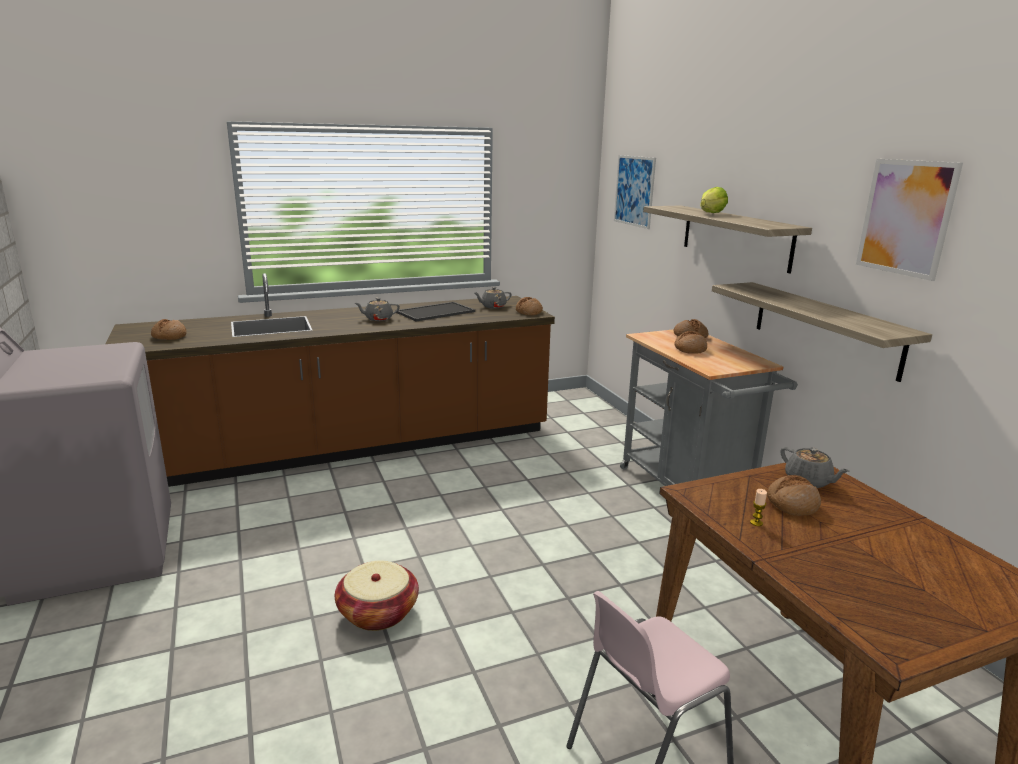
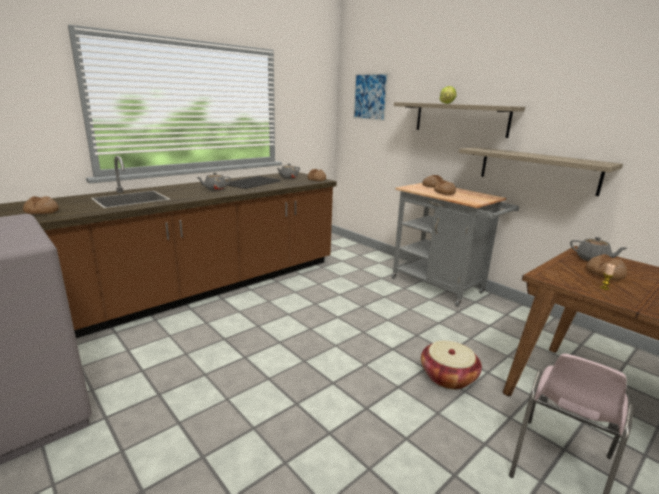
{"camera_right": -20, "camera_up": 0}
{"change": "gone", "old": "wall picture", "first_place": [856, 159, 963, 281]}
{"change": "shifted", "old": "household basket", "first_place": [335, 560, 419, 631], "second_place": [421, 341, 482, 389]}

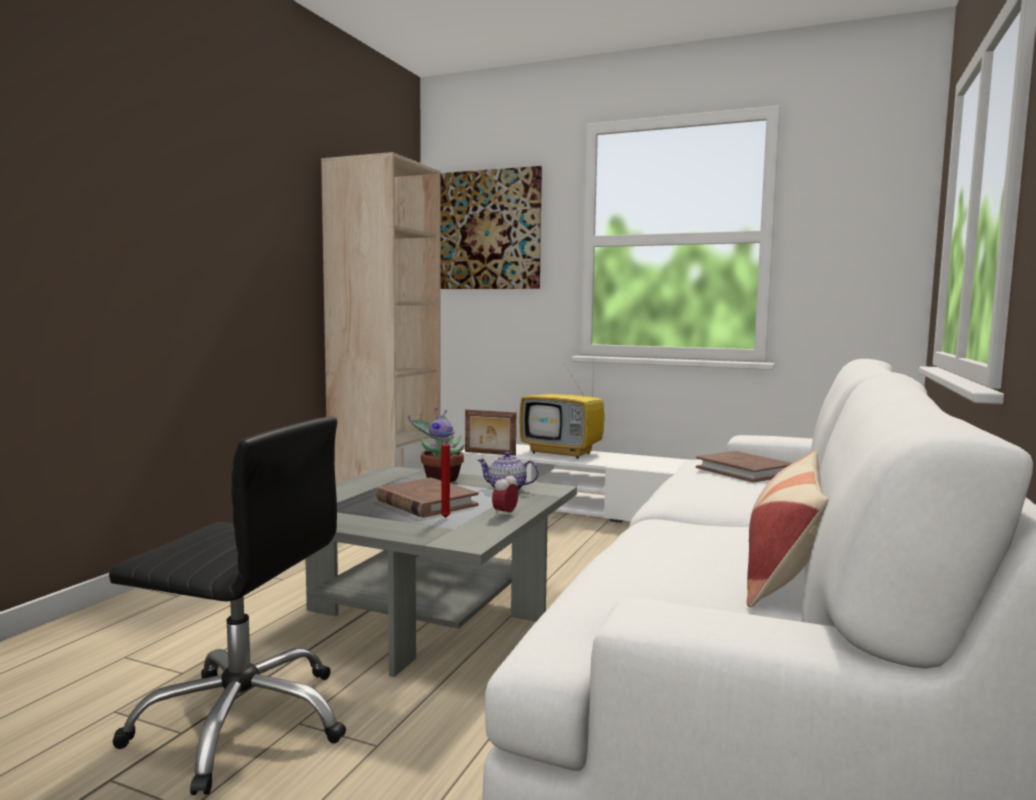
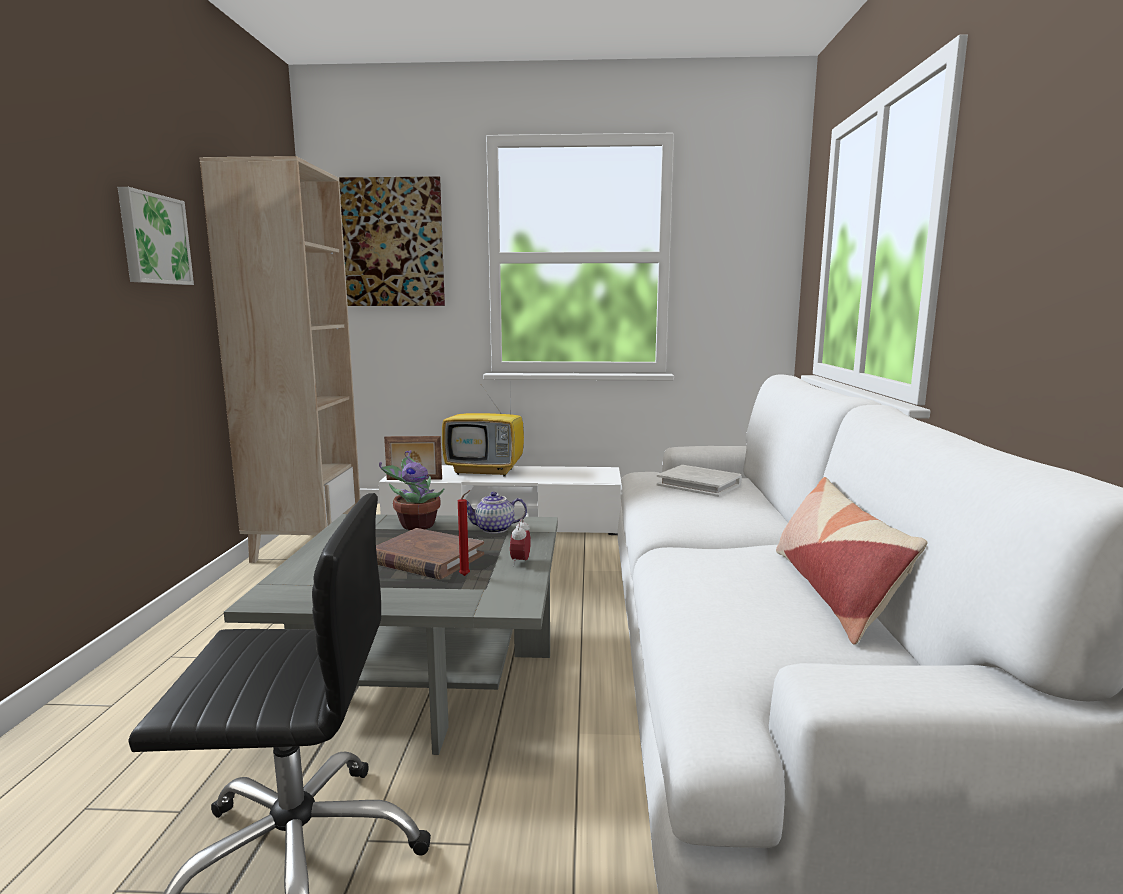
{"camera_right": -20, "camera_up": 5}
{"change": "new", "new": "wall picture", "second_place": [118, 187, 194, 285]}
{"change": "repainted", "old": "volume (brownish)", "new": "volume (white)", "first_place": [696, 451, 792, 483], "second_place": [656, 465, 742, 497]}

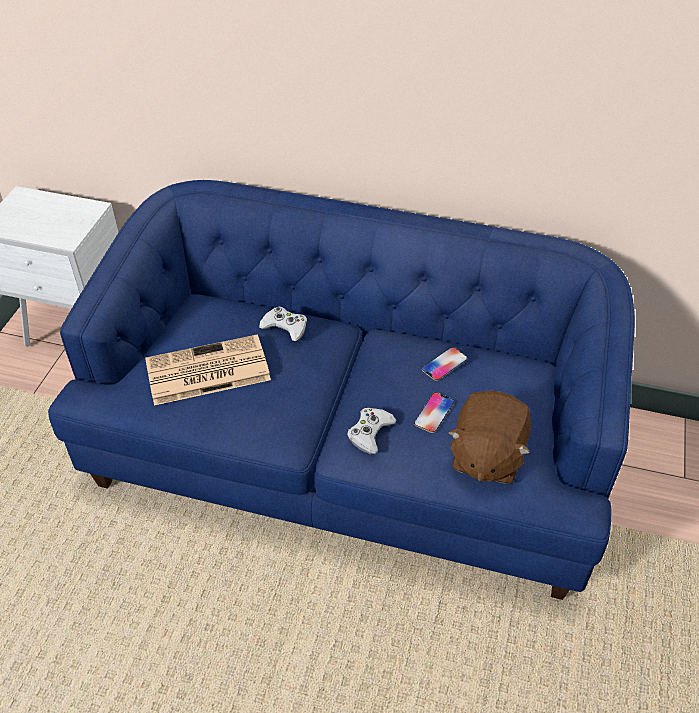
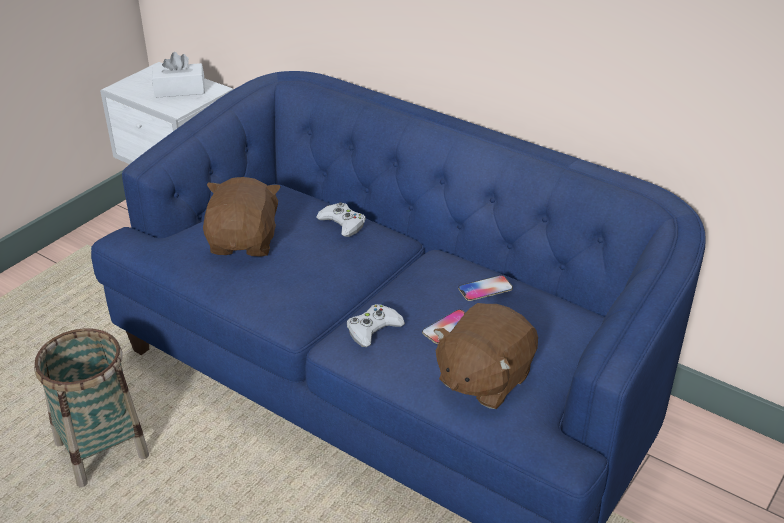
{"camera_right": 20, "camera_up": -10}
{"change": "new", "new": "household basket", "second_place": [34, 328, 149, 487]}
{"change": "new", "new": "box of tissues (white)", "second_place": [152, 52, 205, 98]}
{"change": "swapped", "old": "printed paper", "new": "cuddly toy (brownish)", "first_place": [145, 334, 271, 406], "second_place": [203, 177, 281, 257]}

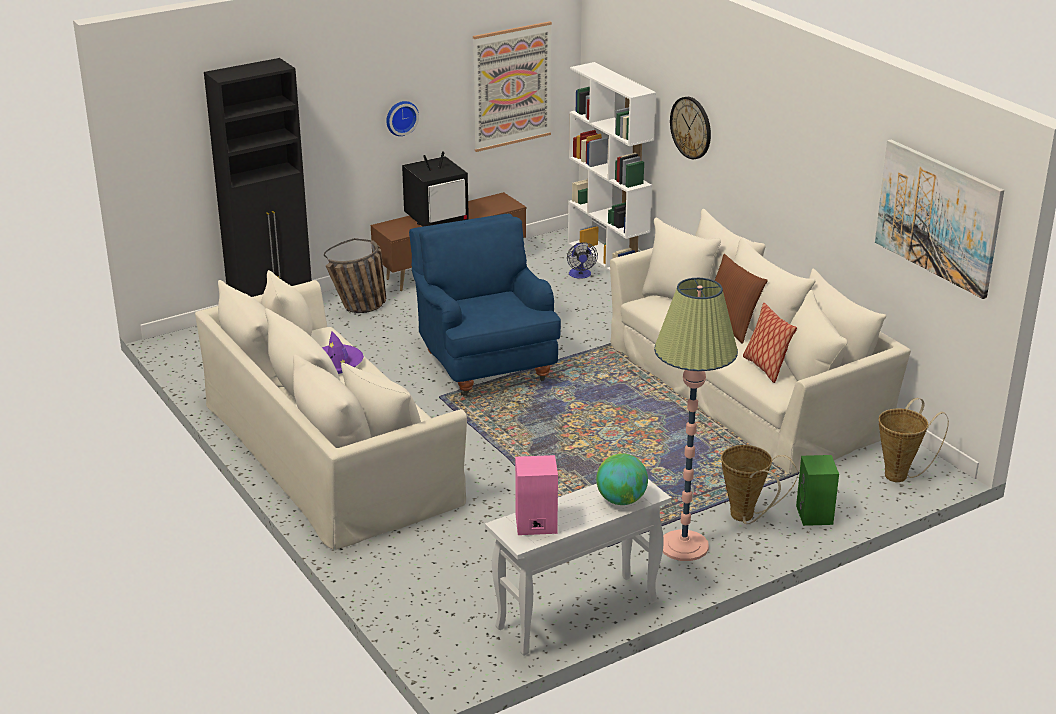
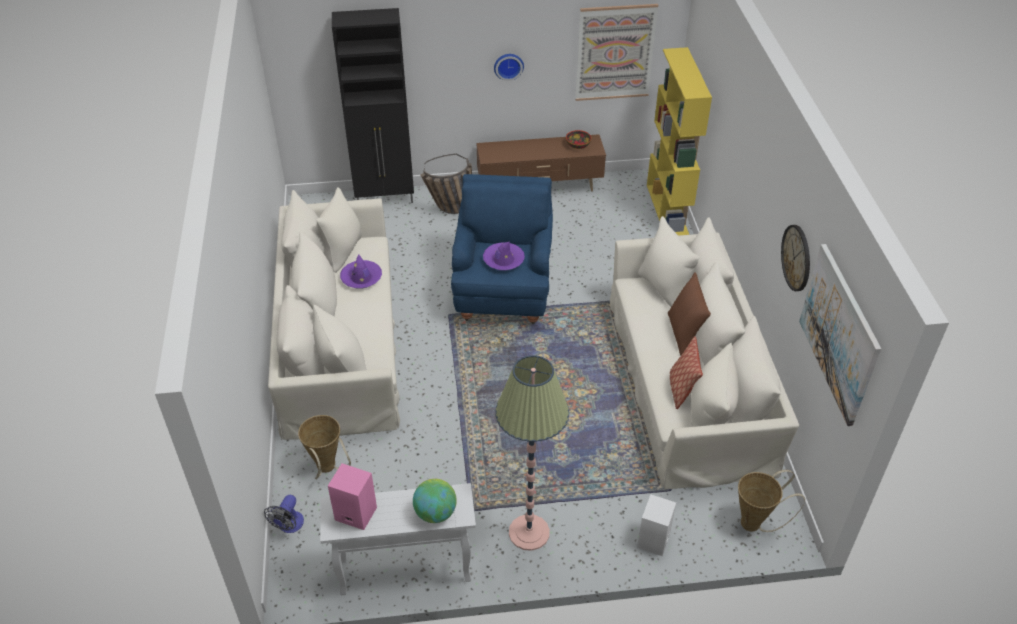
{"camera_right": 25, "camera_up": 15}
{"change": "gone", "old": "TV", "first_place": [402, 151, 469, 227]}
{"change": "new", "new": "wearable hat (purplish)", "second_place": [483, 242, 525, 271]}
{"change": "new", "new": "deep dish", "second_place": [566, 130, 591, 149]}
{"change": "shifted", "old": "electric fan", "first_place": [567, 242, 598, 279], "second_place": [264, 495, 304, 533]}
{"change": "shifted", "old": "hanging clock", "first_place": [670, 97, 711, 159], "second_place": [781, 225, 810, 291]}
{"change": "shifted", "old": "household basket", "first_place": [721, 445, 798, 524], "second_place": [298, 415, 351, 479]}
{"change": "repainted", "old": "bookcase (white)", "new": "bookcase (yellow)", "first_place": [568, 62, 656, 272], "second_place": [647, 47, 712, 236]}
{"change": "repainted", "old": "audio speaker (green)", "new": "audio speaker (white)", "first_place": [796, 455, 839, 526], "second_place": [637, 494, 676, 556]}

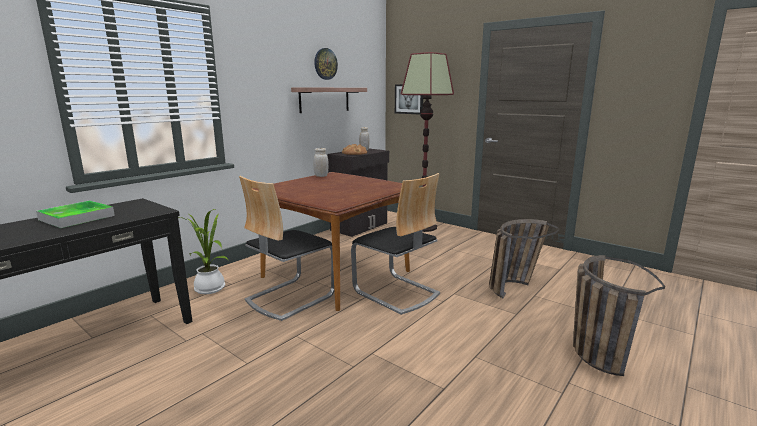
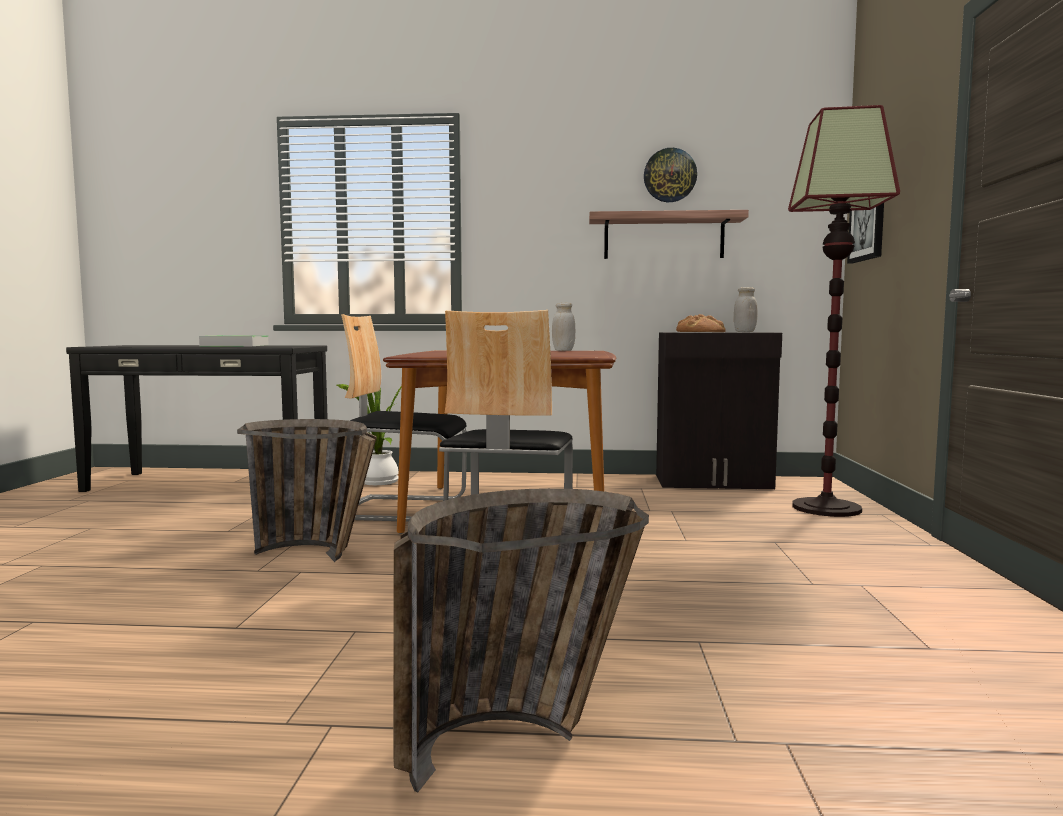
{"camera_right": 55, "camera_up": -10}
{"change": "shifted", "old": "household basket", "first_place": [489, 219, 558, 298], "second_place": [237, 419, 377, 562]}

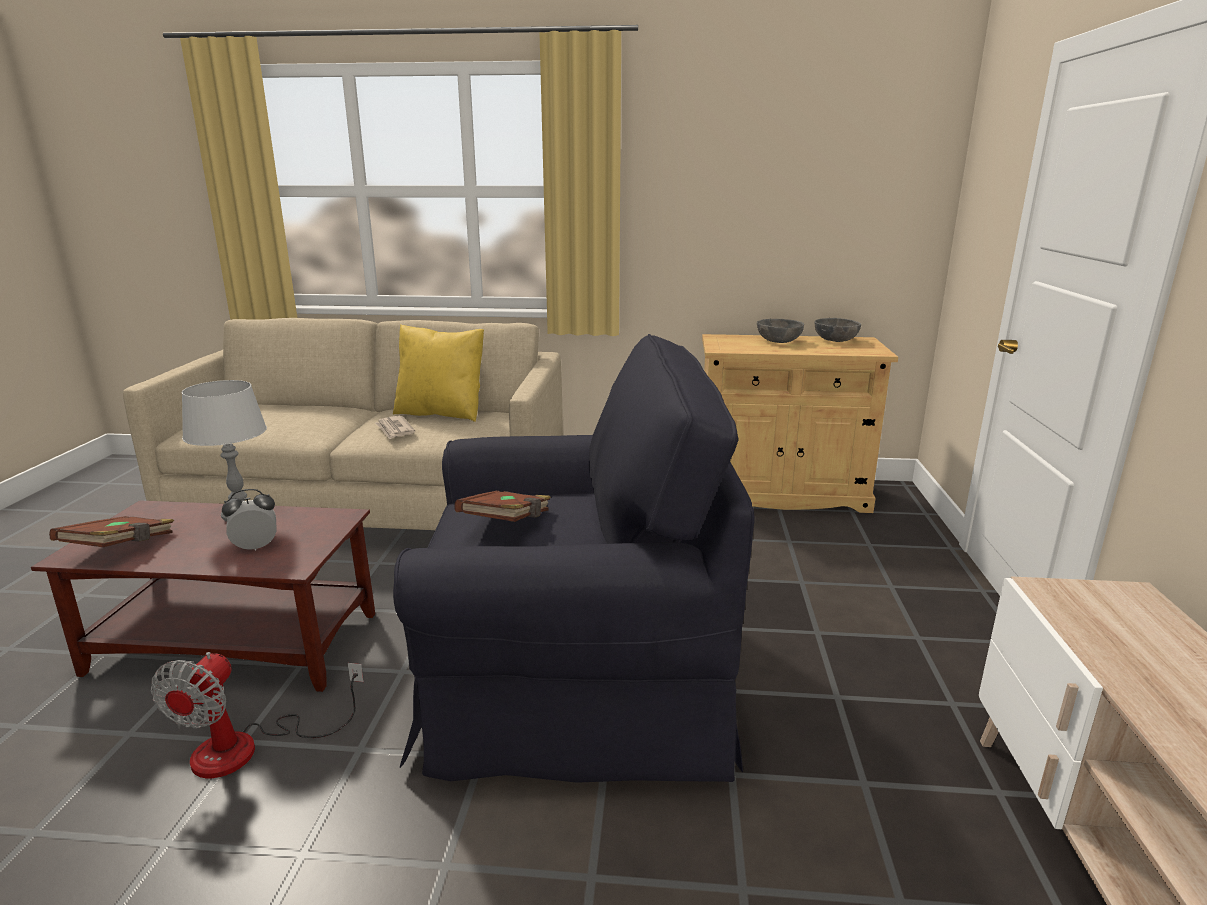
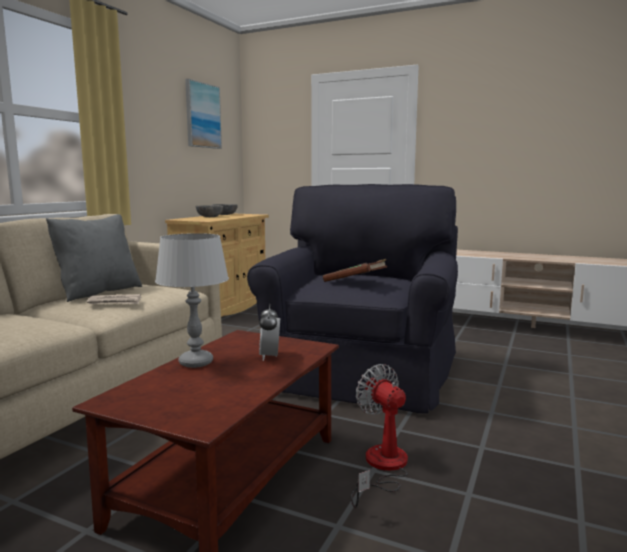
{"camera_right": -70, "camera_up": -10}
{"change": "gone", "old": "volume (brownish)", "first_place": [49, 516, 174, 547]}
{"change": "new", "new": "wall picture", "second_place": [185, 79, 222, 149]}
{"change": "repainted", "old": "cushion (yellow)", "new": "cushion (greyish)", "first_place": [393, 324, 484, 422], "second_place": [46, 214, 142, 302]}
{"change": "rotated", "old": "electric fan", "first_place": [151, 652, 364, 778], "second_place": [351, 364, 408, 508], "degrees": -150}

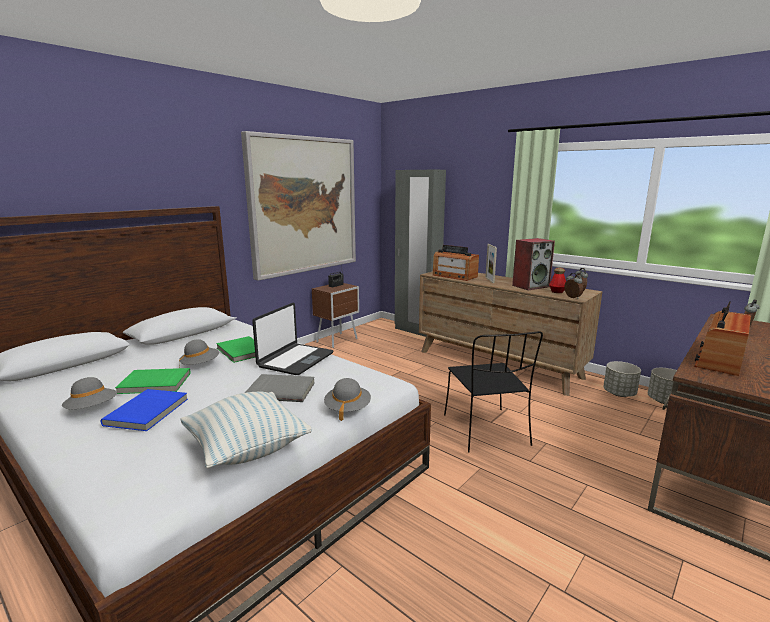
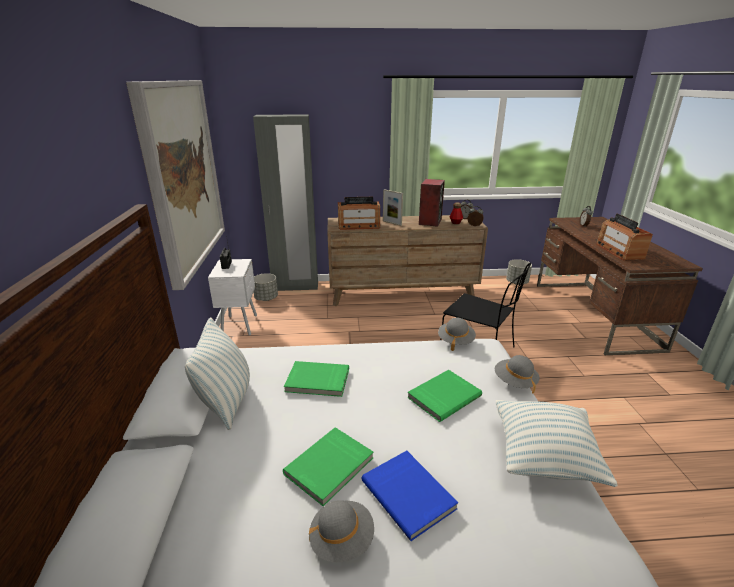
{"camera_right": -45, "camera_up": 10}
{"change": "gone", "old": "laptop", "first_place": [252, 303, 334, 375]}
{"change": "new", "new": "cushion", "second_place": [185, 317, 250, 430]}
{"change": "shifted", "old": "wearable hat (greyish)", "first_place": [179, 339, 219, 367], "second_place": [438, 318, 476, 351]}
{"change": "shifted", "old": "plant pot (greyish)", "first_place": [603, 361, 641, 397], "second_place": [253, 273, 278, 301]}
{"change": "repainted", "old": "volume (greyish)", "new": "volume (green)", "first_place": [245, 374, 315, 402], "second_place": [407, 370, 482, 422]}
{"change": "repainted", "old": "bedside table (brownish)", "new": "bedside table (white)", "first_place": [312, 283, 359, 348], "second_place": [208, 259, 257, 336]}

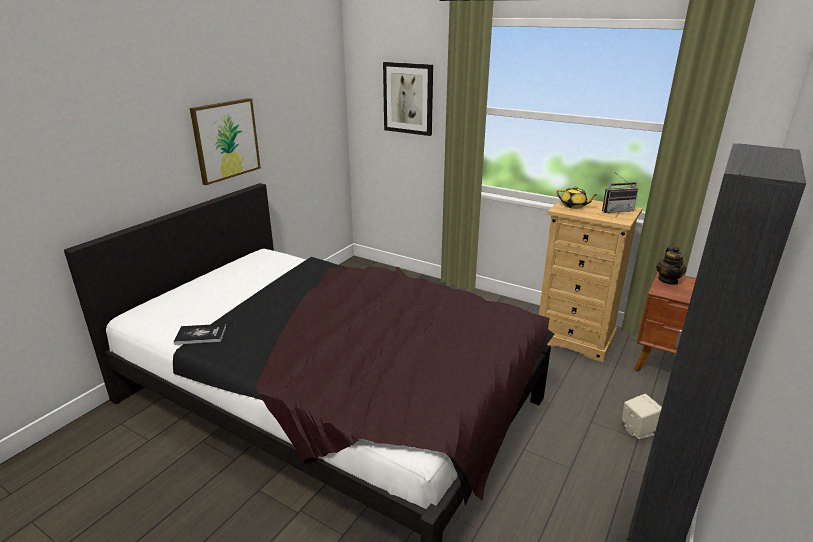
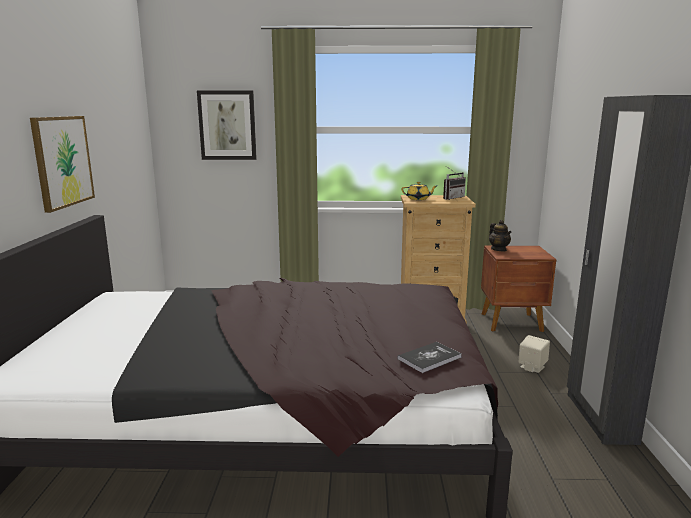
{"camera_right": -30, "camera_up": -10}
{"change": "shifted", "old": "volume", "first_place": [173, 324, 226, 345], "second_place": [397, 342, 462, 373]}

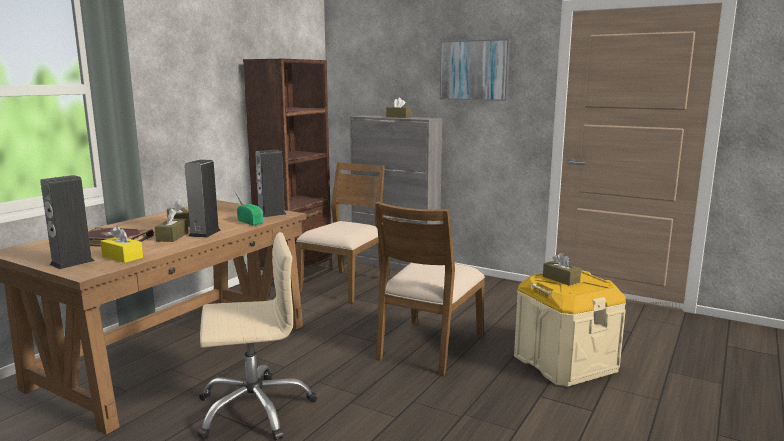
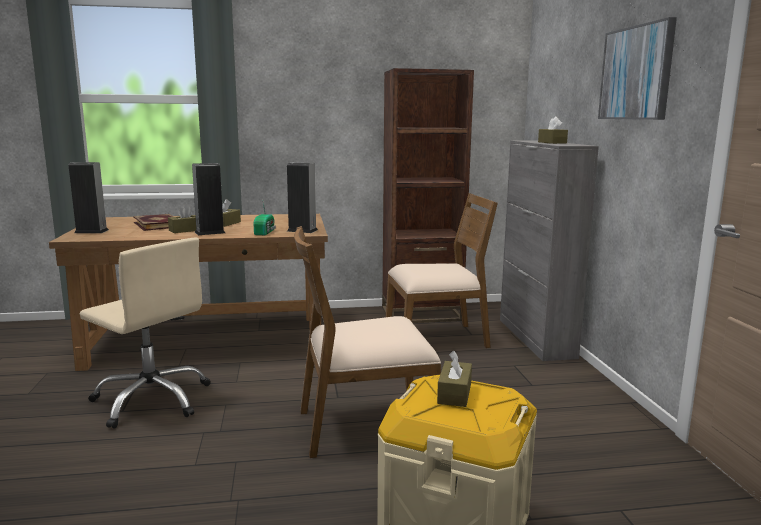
{"camera_right": 50, "camera_up": 0}
{"change": "gone", "old": "box of tissues (yellow)", "first_place": [101, 226, 143, 263]}

